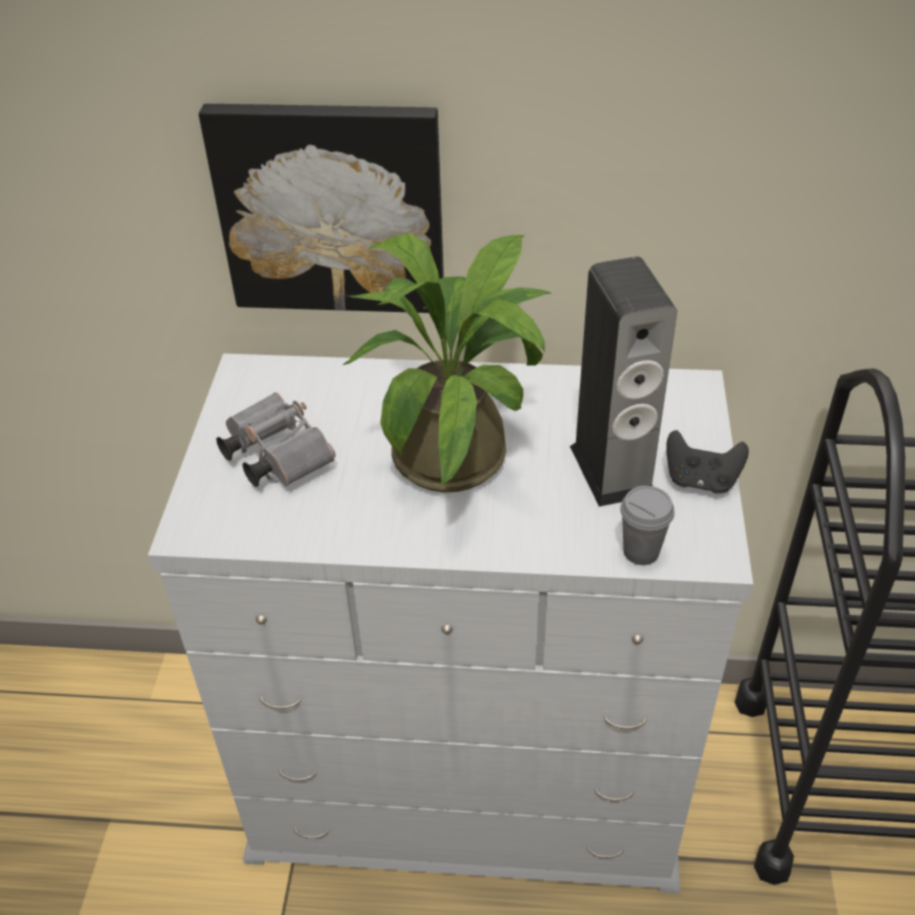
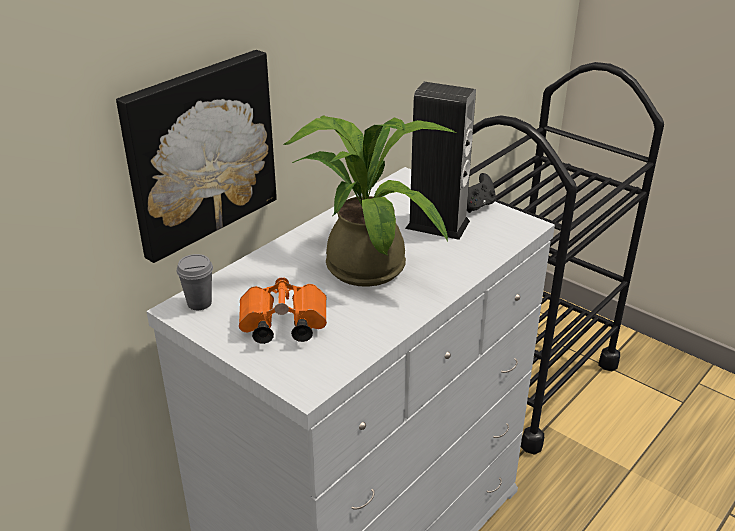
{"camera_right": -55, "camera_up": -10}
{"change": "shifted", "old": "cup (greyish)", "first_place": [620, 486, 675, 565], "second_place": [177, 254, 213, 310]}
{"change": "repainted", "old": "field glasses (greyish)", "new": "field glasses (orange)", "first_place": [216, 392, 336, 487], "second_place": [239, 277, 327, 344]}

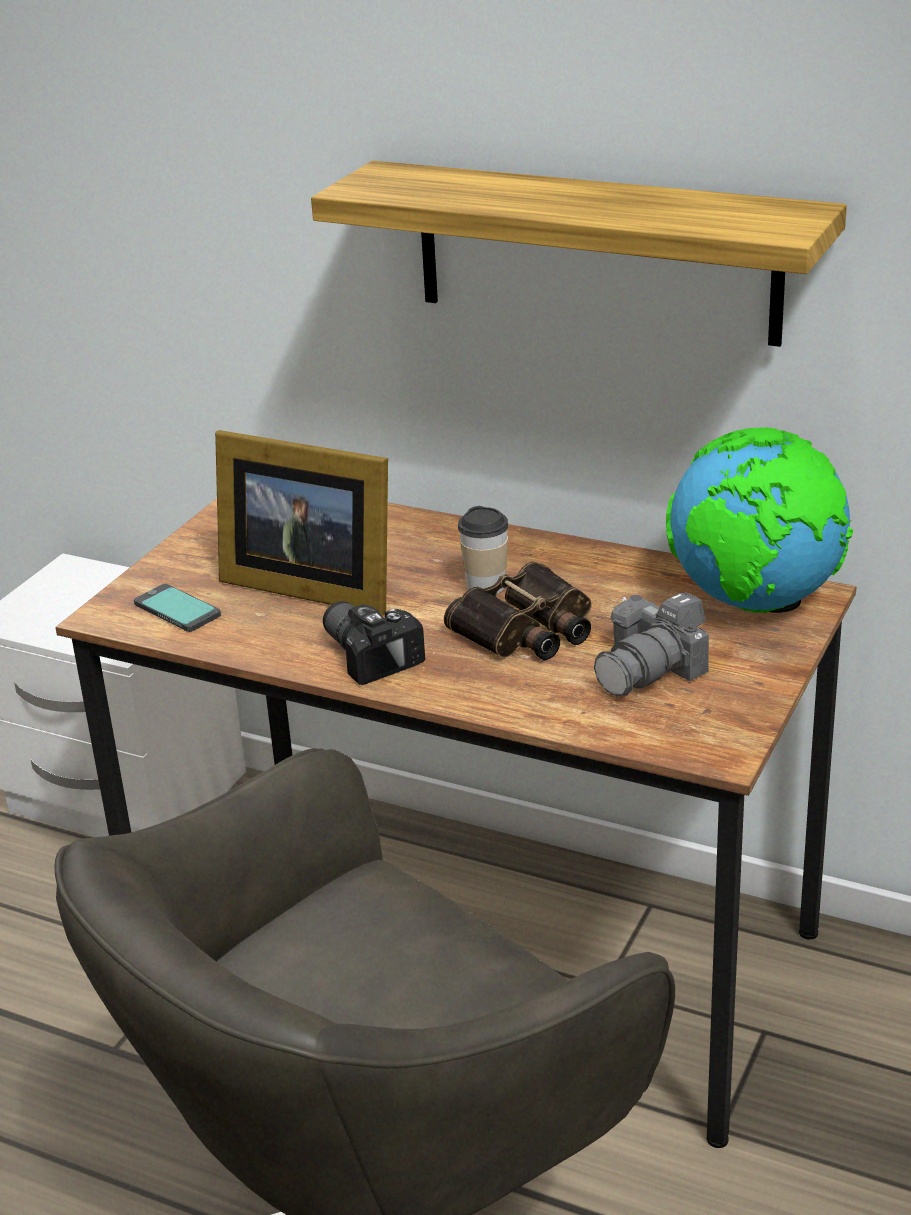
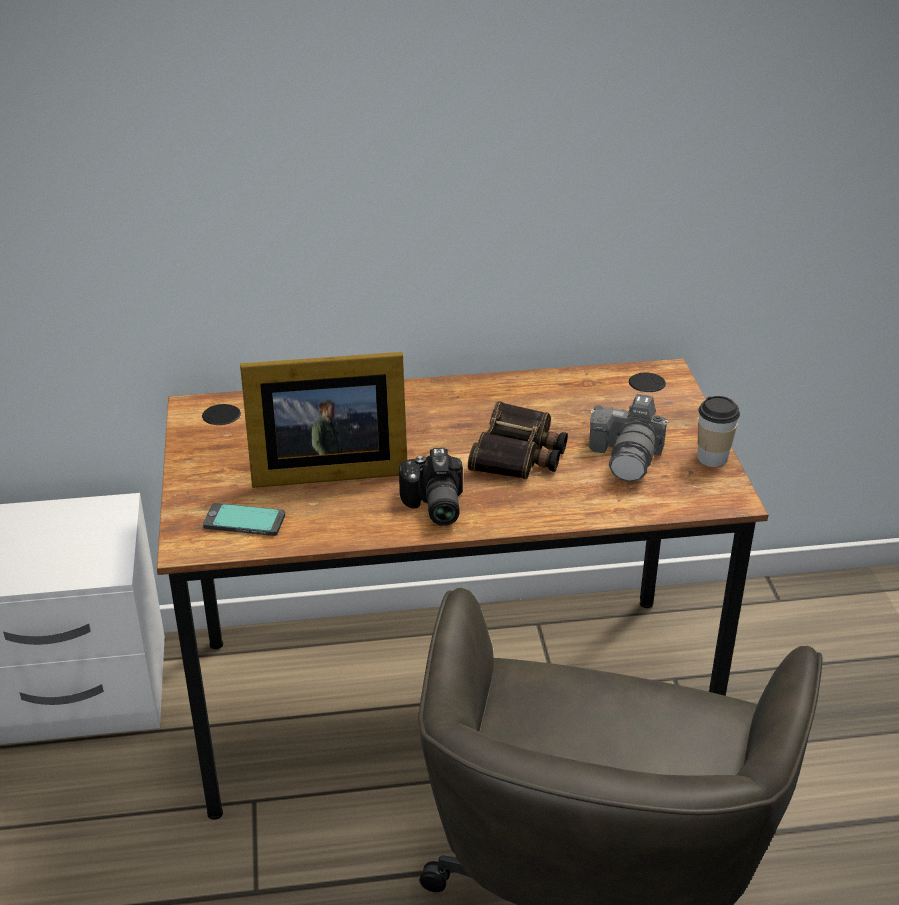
{"camera_right": -35, "camera_up": 5}
{"change": "gone", "old": "bracket shelf", "first_place": [311, 161, 847, 347]}
{"change": "gone", "old": "world globe", "first_place": [666, 427, 853, 613]}
{"change": "shifted", "old": "cup", "first_place": [458, 506, 509, 594], "second_place": [697, 396, 740, 467]}
{"change": "rotated", "old": "photo camera", "first_place": [323, 601, 425, 685], "second_place": [399, 448, 463, 526], "degrees": -120}

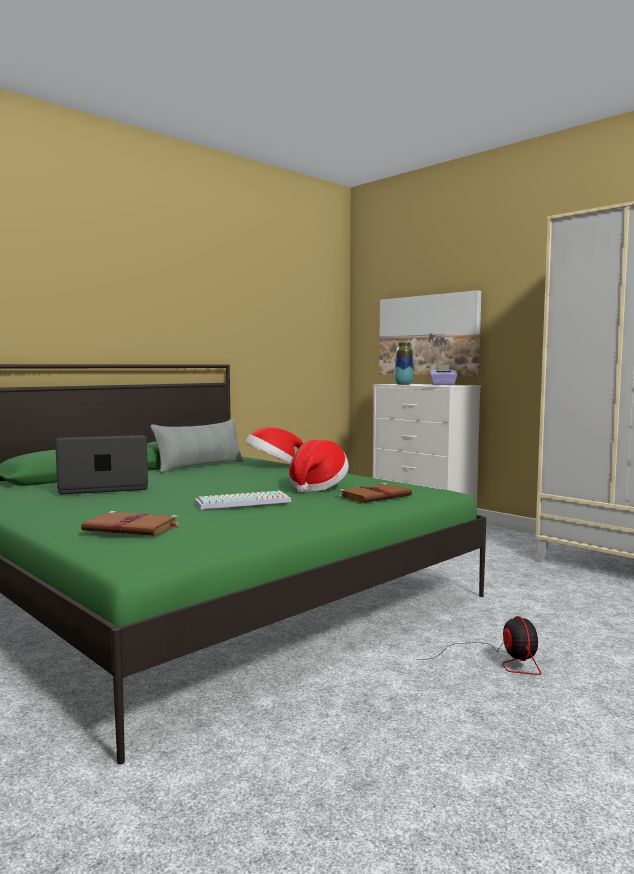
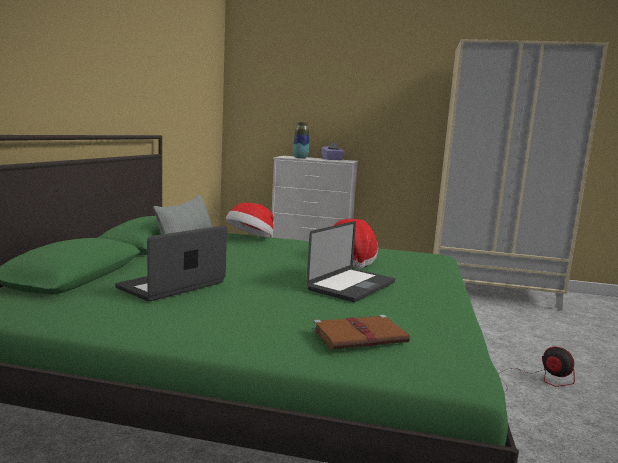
{"camera_right": -35, "camera_up": 5}
{"change": "gone", "old": "volume (brownish)", "first_place": [339, 483, 412, 503]}
{"change": "gone", "old": "wall picture", "first_place": [379, 290, 481, 376]}
{"change": "swapped", "old": "PC keyboard", "new": "laptop", "first_place": [194, 491, 291, 509], "second_place": [307, 221, 395, 302]}

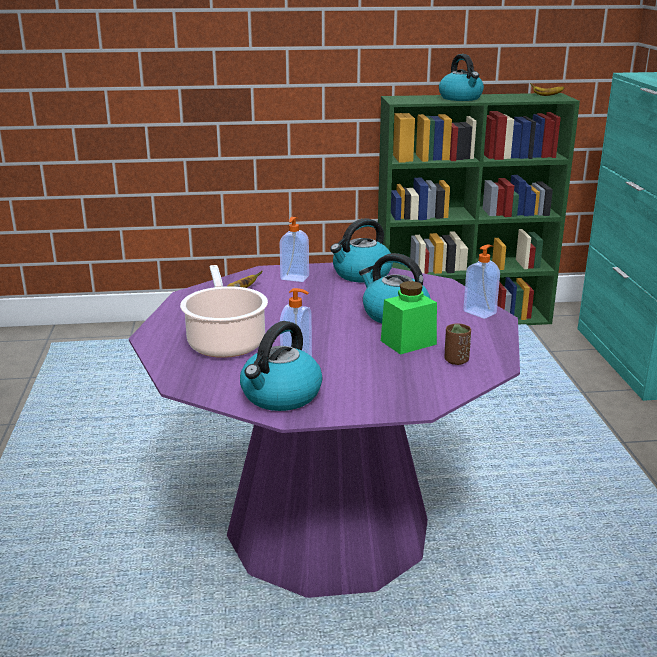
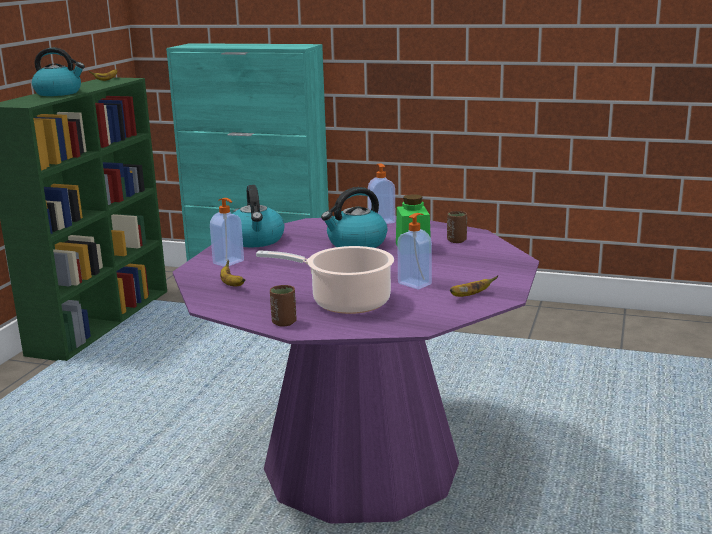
{"camera_right": -65, "camera_up": -5}
{"change": "new", "new": "cup (brownish)", "second_place": [270, 285, 297, 327]}
{"change": "swapped", "old": "water kettle", "new": "whole banana", "first_place": [240, 321, 323, 411], "second_place": [450, 275, 498, 297]}

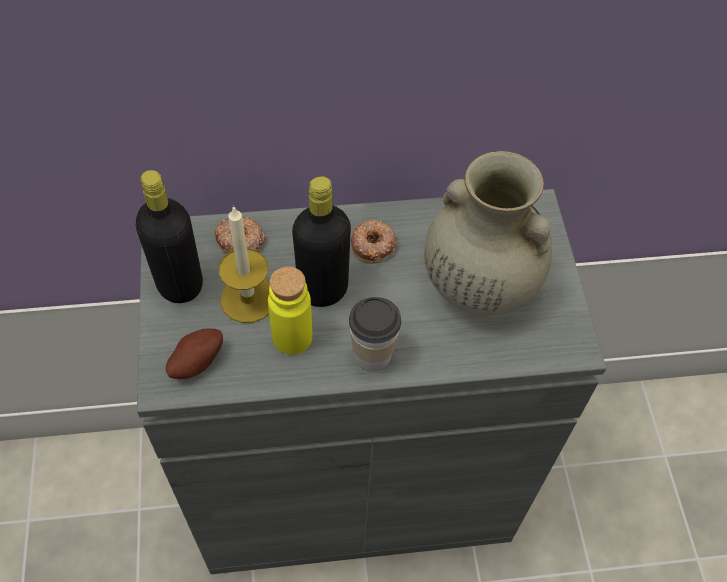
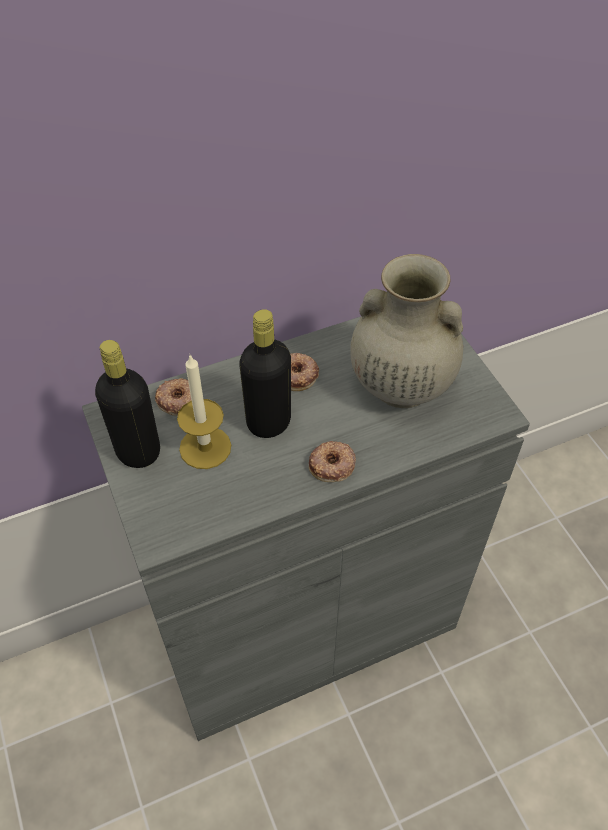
{"camera_right": -15, "camera_up": -5}
{"change": "gone", "old": "whole potato", "first_place": [166, 328, 223, 379]}
{"change": "gone", "old": "beverage bottle (yellow)", "first_place": [268, 266, 312, 355]}
{"change": "swapped", "old": "cup", "new": "ring doughnut", "first_place": [349, 297, 401, 371], "second_place": [309, 441, 356, 482]}

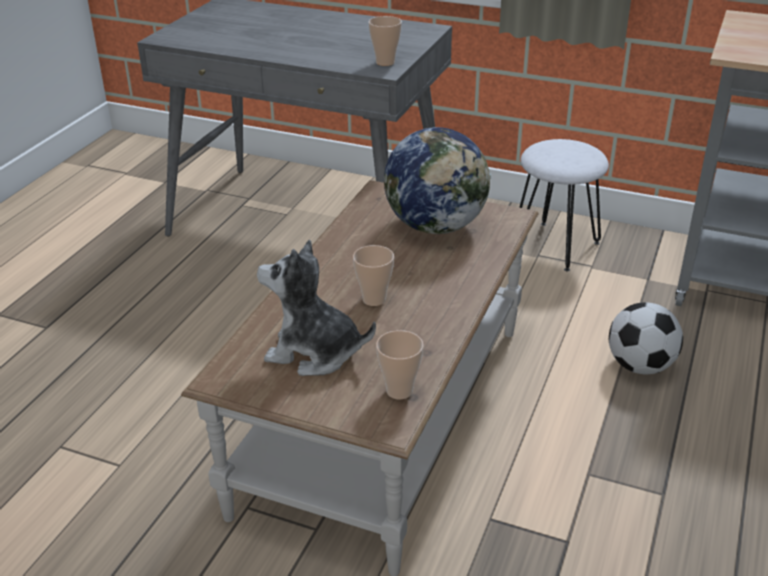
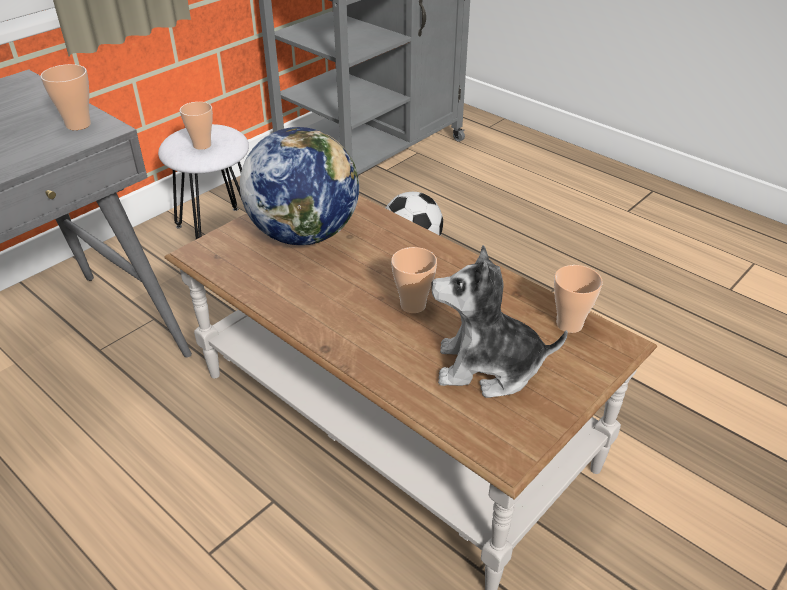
{"camera_right": -70, "camera_up": 5}
{"change": "new", "new": "cup", "second_place": [180, 102, 213, 150]}
{"change": "rotated", "old": "cuddly toy", "first_place": [257, 240, 376, 376], "second_place": [431, 245, 568, 398], "degrees": 60}

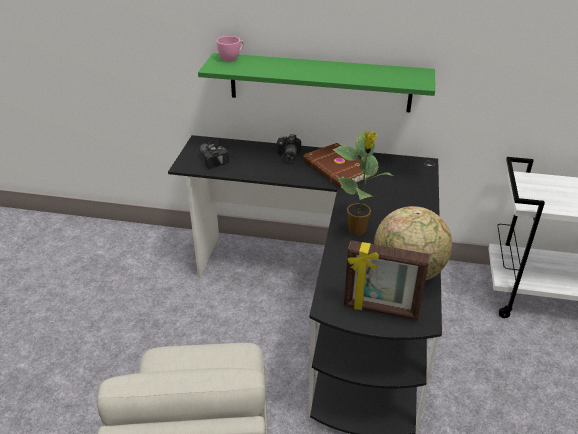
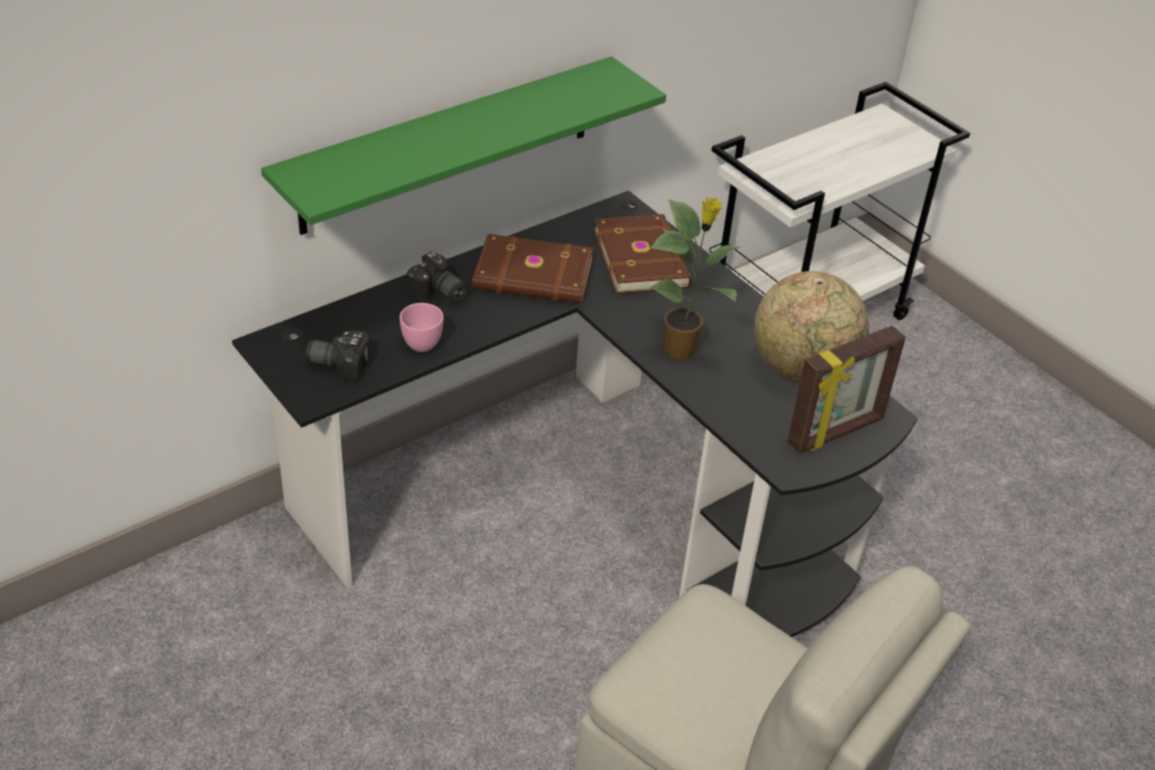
{"camera_right": -50, "camera_up": 5}
{"change": "new", "new": "volume (brownish)", "second_place": [594, 214, 692, 294]}
{"change": "shifted", "old": "cup (pinkish)", "first_place": [216, 36, 244, 62], "second_place": [400, 303, 443, 352]}

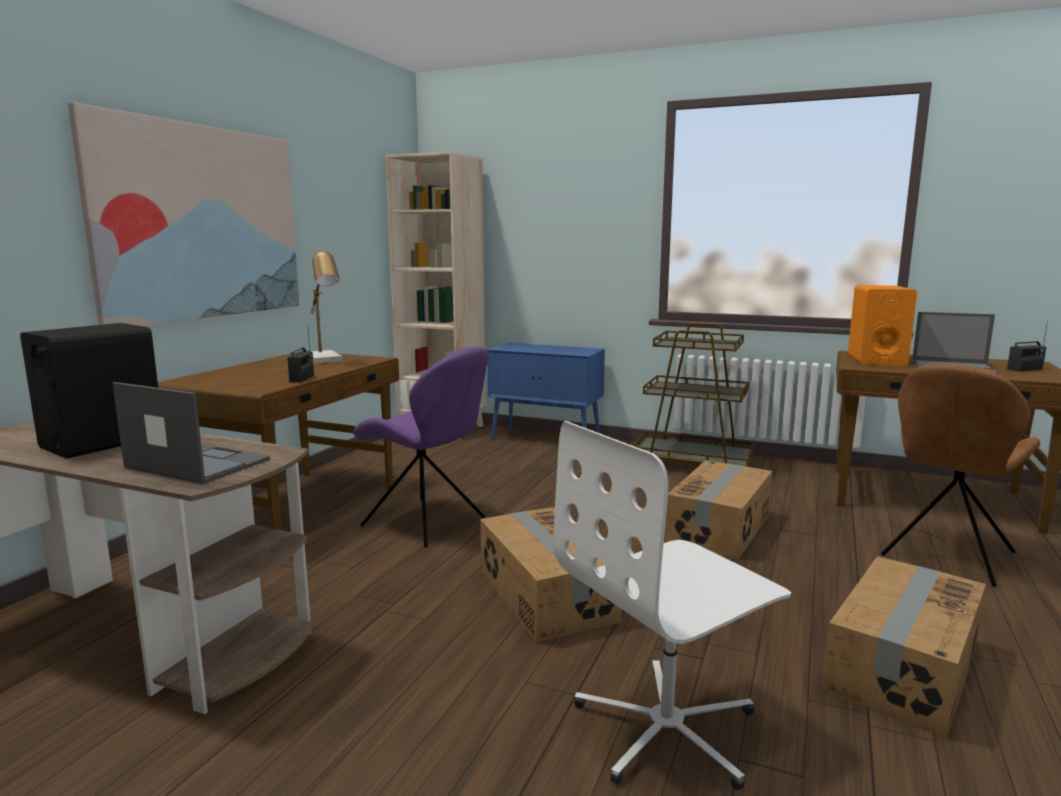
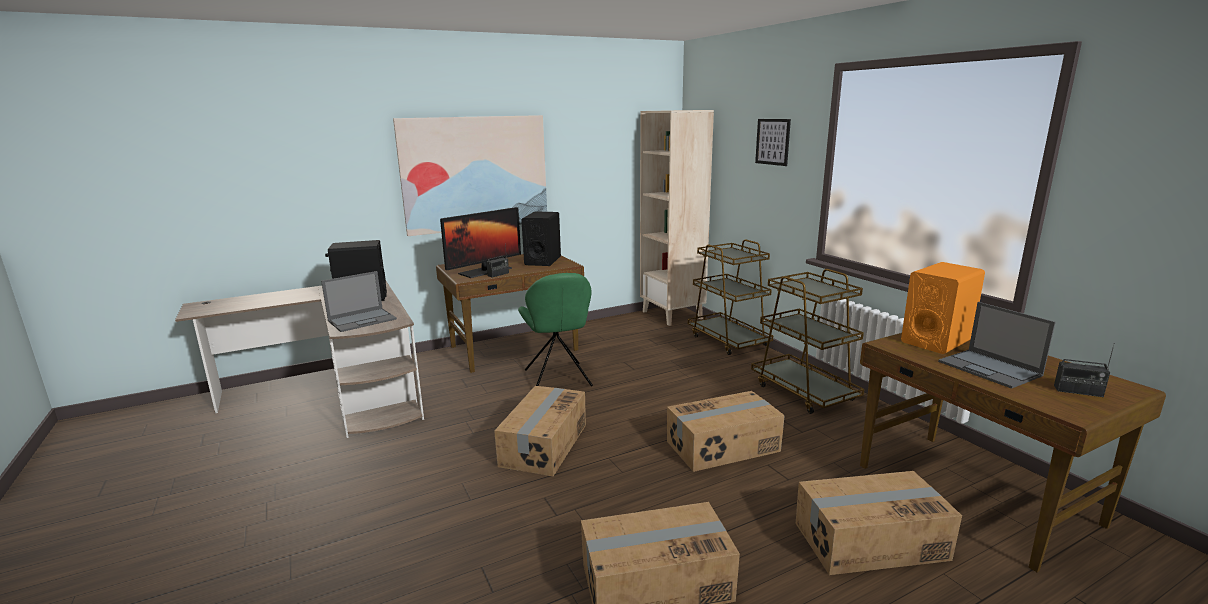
{"camera_right": 40, "camera_up": 5}
{"change": "gone", "old": "office chair (white)", "first_place": [553, 421, 791, 790]}
{"change": "new", "new": "computer display", "second_place": [440, 207, 521, 278]}
{"change": "new", "new": "wall picture", "second_place": [755, 119, 791, 166]}
{"change": "swapped", "old": "table lamp", "new": "audio speaker (black-coloured)", "first_place": [310, 248, 342, 364], "second_place": [521, 211, 561, 266]}
{"change": "swapped", "old": "storage cabinet (blue-coloured)", "new": "wheeled cart (brownish)", "first_place": [487, 343, 605, 440], "second_place": [688, 239, 773, 355]}
{"change": "swapped", "old": "upright chair (brownish)", "new": "cardboard box", "first_place": [881, 363, 1040, 587], "second_place": [796, 471, 962, 575]}
{"change": "repainted", "old": "upright chair (purplish)", "new": "upright chair (green)", "first_place": [353, 347, 489, 548], "second_place": [518, 273, 593, 386]}
{"change": "rotated", "old": "laptop", "first_place": [113, 382, 270, 484], "second_place": [321, 271, 397, 332], "degrees": 75}

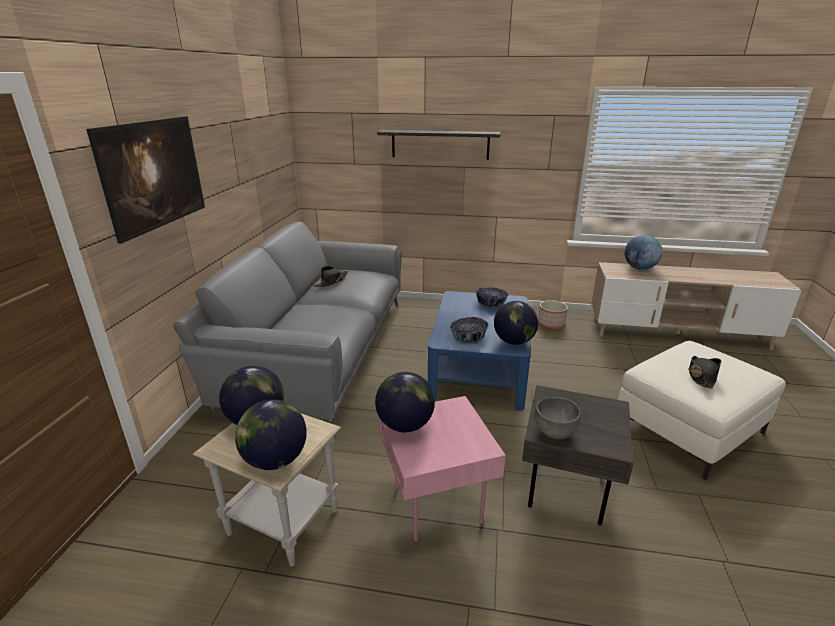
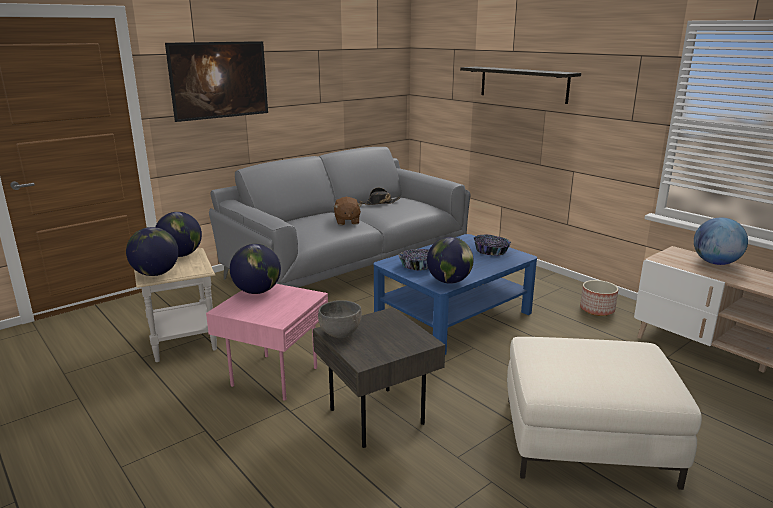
{"camera_right": 40, "camera_up": -5}
{"change": "gone", "old": "wearable hat (black-coloured)", "first_place": [688, 356, 722, 389]}
{"change": "new", "new": "cuddly toy (brownish)", "second_place": [334, 197, 362, 225]}

